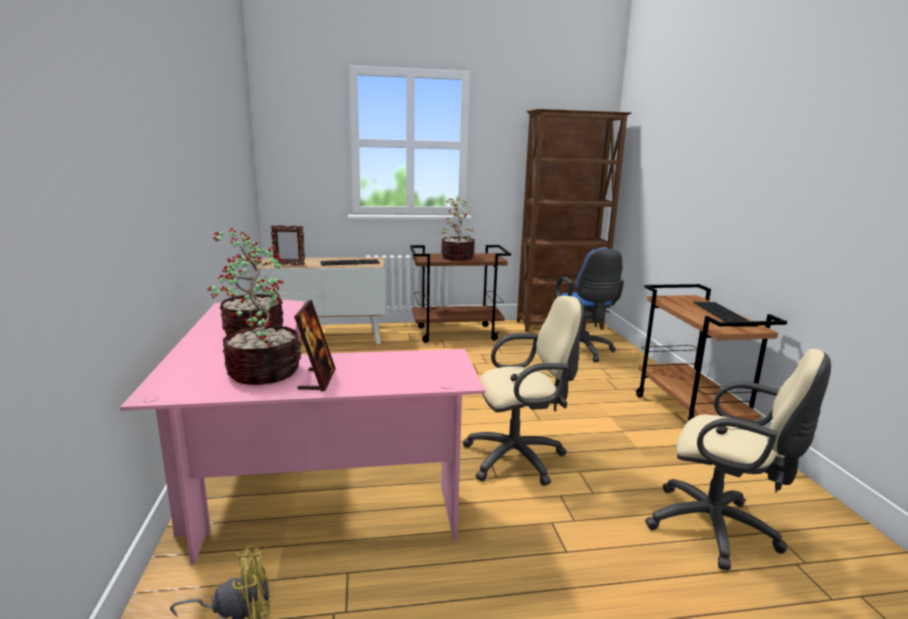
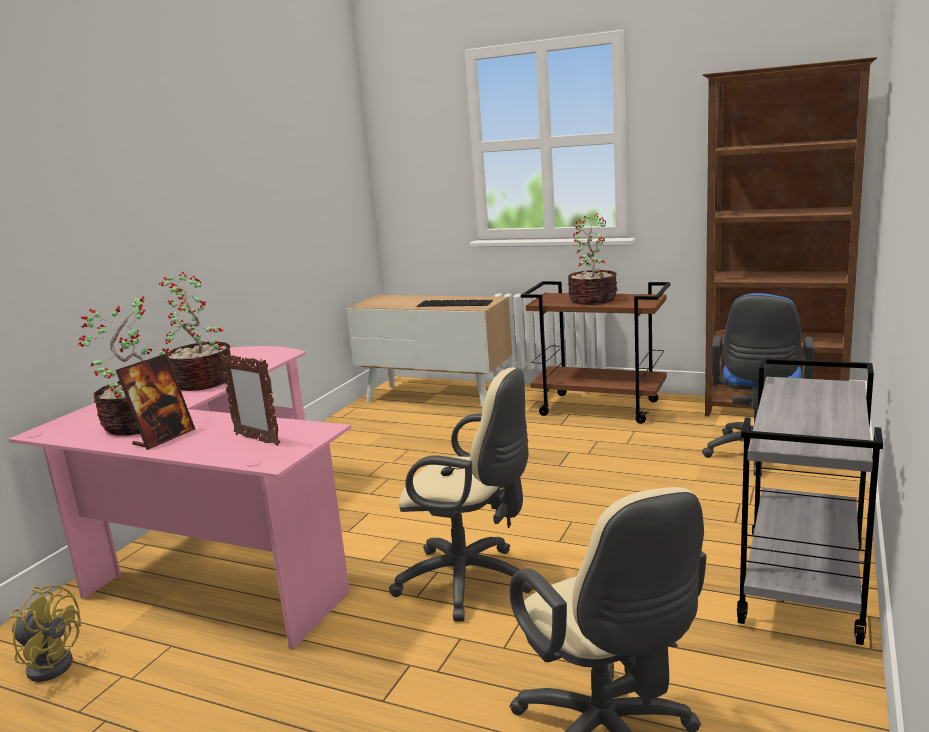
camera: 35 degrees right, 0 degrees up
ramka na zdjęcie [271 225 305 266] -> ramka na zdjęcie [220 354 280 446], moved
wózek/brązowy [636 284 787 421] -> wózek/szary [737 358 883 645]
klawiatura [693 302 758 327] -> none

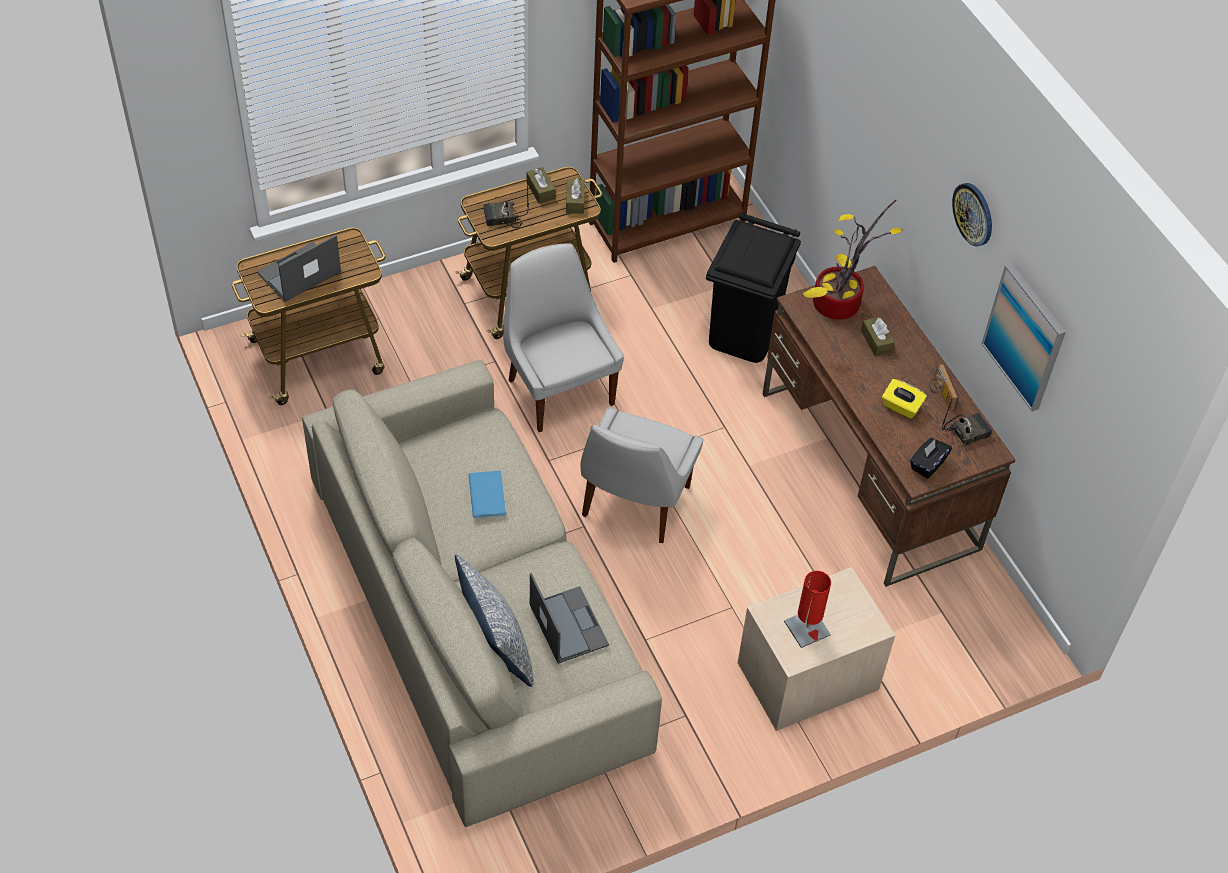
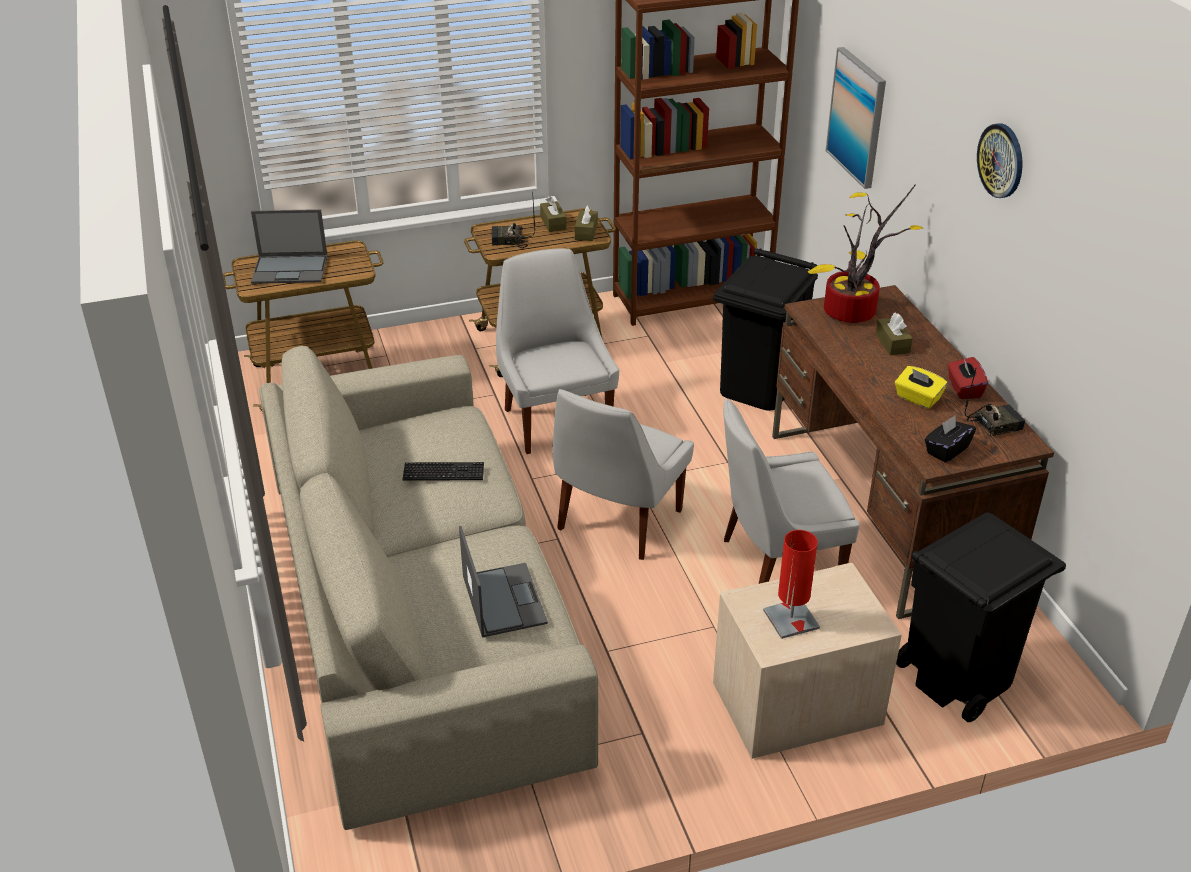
camera: 10 degrees right, 15 degrees down
laptop [257 235 341 302] -> laptop [251 209 328 284], 150 degrees counterclockwise
książka/niebieski [468 471 506 518] -> klawiatura [403 462 484 481]
none -> krzesło/biały [723 399 860 584]
obraz [982 263 1066 412] -> obraz [825 47 886 189], moved
none -> kosz na śmieci/czarny [896 513 1066 722]
radio [929 364 959 410] -> pudełko chusteczek/czerwony [947 357 988 399]
poduszka [455 554 534 687] -> none

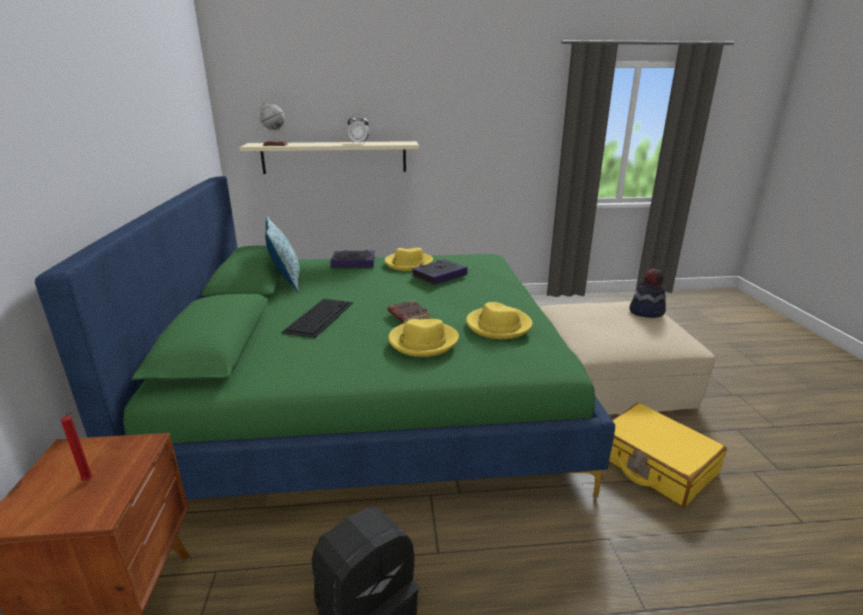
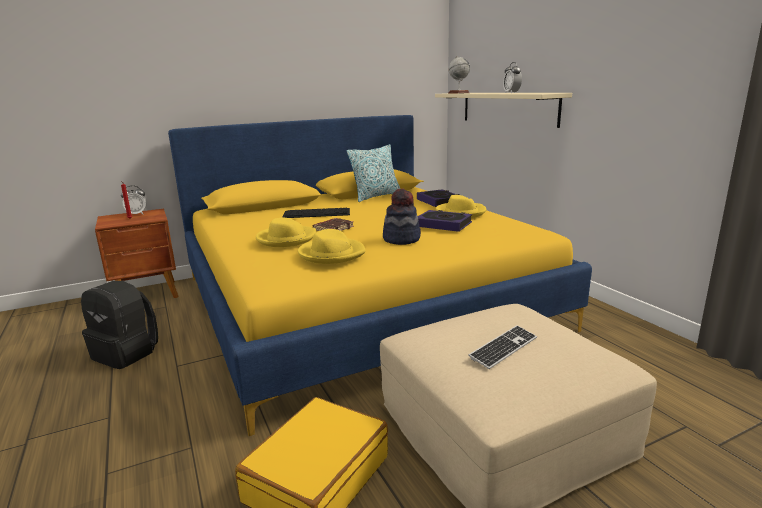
camera: 70 degrees right, 5 degrees down
none -> budzik [121 186 147 214]
łóżko/zielony [35 176 615 499] -> łóżko/żółty [168 115 592 436]
kapelusz [630 269 666 318] -> kapelusz [383 188 421 245], moved
none -> klawiatura [468 325 537 369]

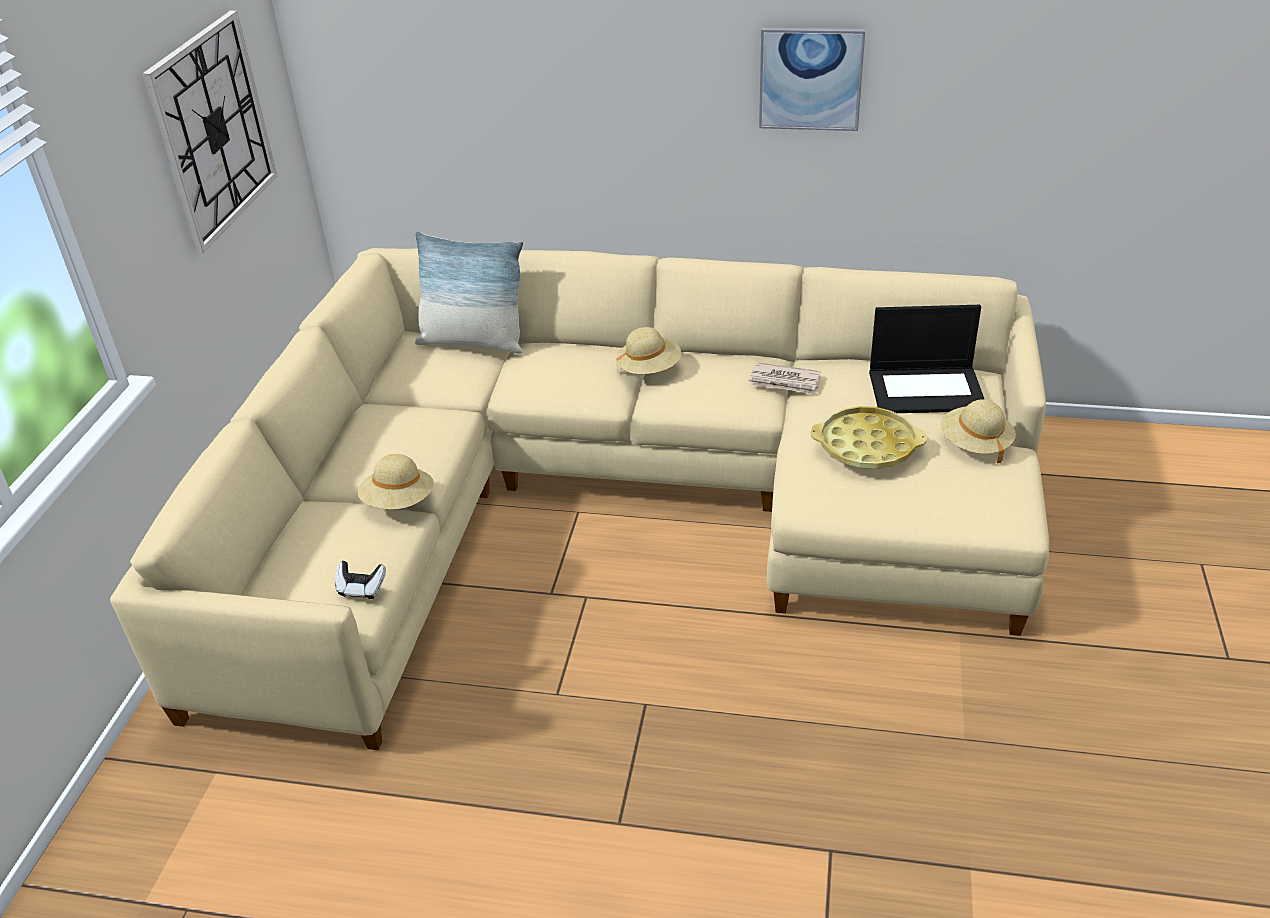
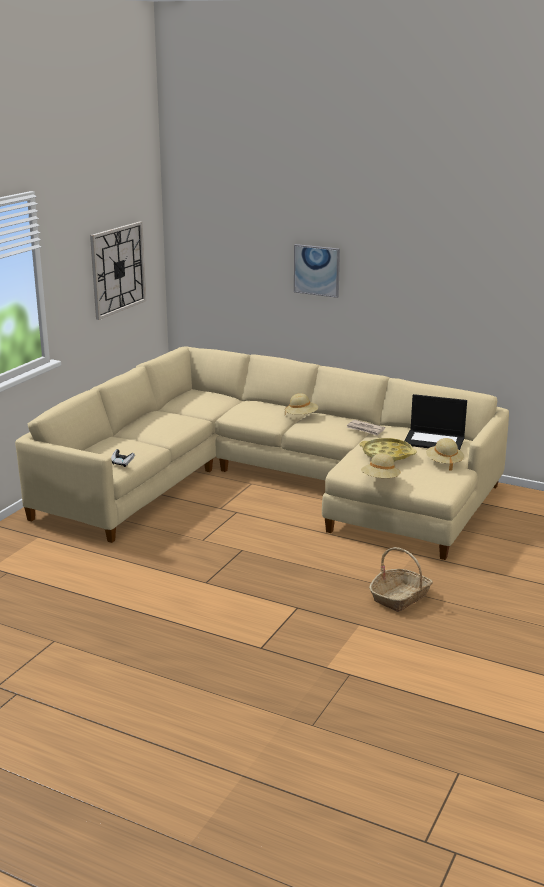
camera: 15 degrees right, 15 degrees down
obraz [759 28 865 131] -> obraz [294 244 340 298], moved
kapelusz/beżowy [358 454 434 509] -> kapelusz/beżowy [361 453 401 478], moved
none -> koszyk [369 547 433 612]
poduszka [415 231 523 354] -> none

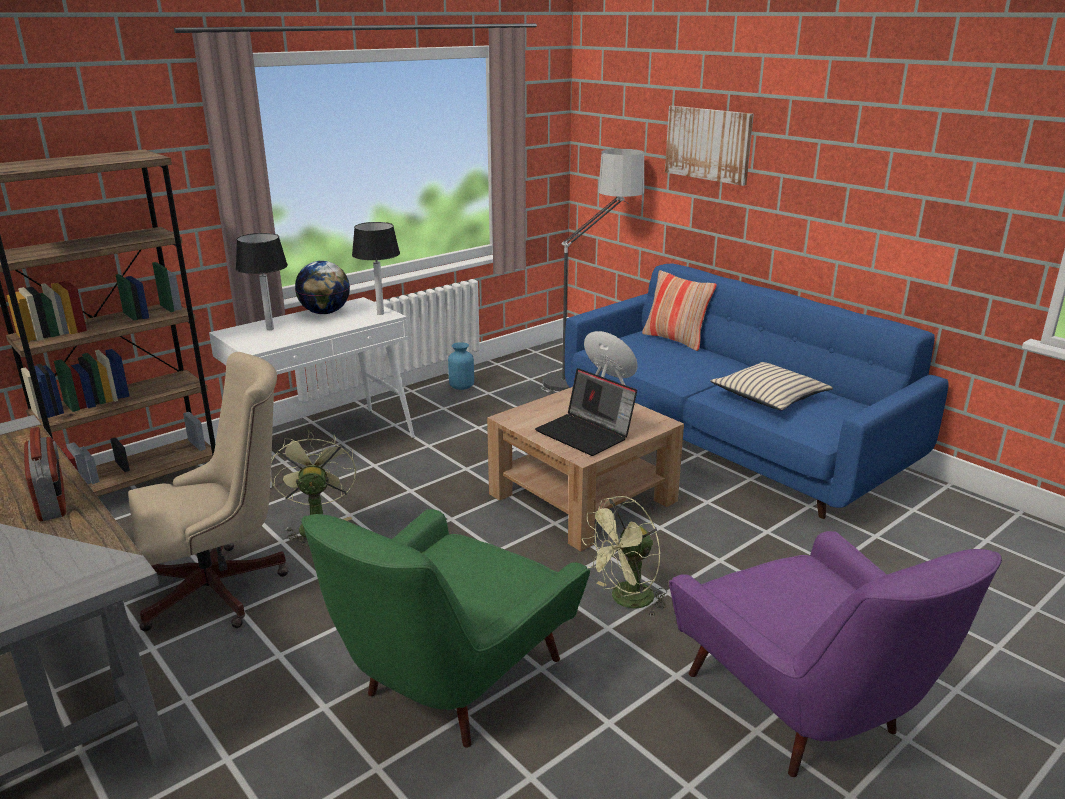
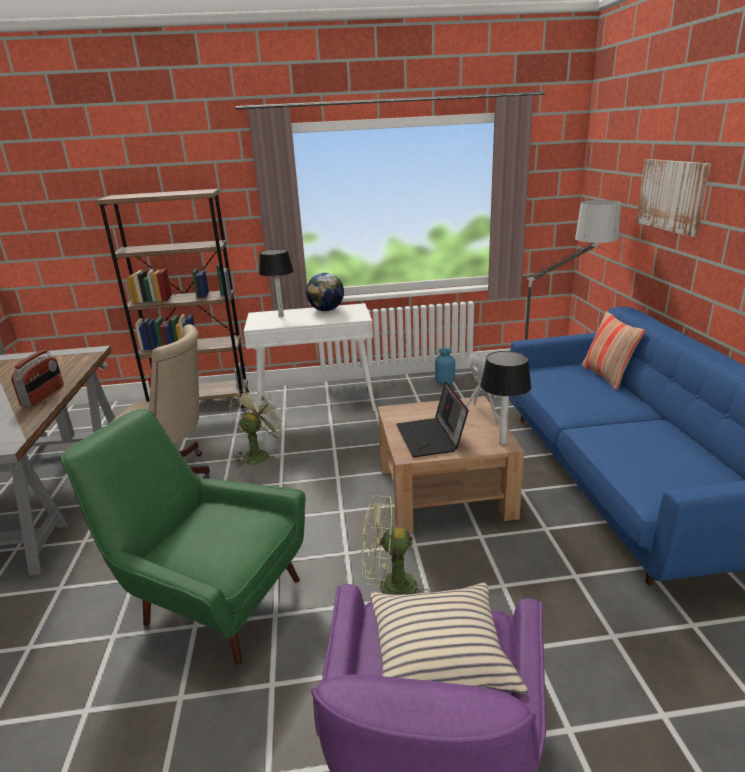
camera: 35 degrees right, 0 degrees up
fotel/zielony [301 509 590 748] -> fotel/zielony [60 409 306 665], 45 degrees clockwise
poduszka/beżowy [710 362 833 410] -> poduszka/beżowy [370 582 528 695], moved
lampa stołowa [352 222 400 315] -> lampa stołowa [480 351 532 445], moved

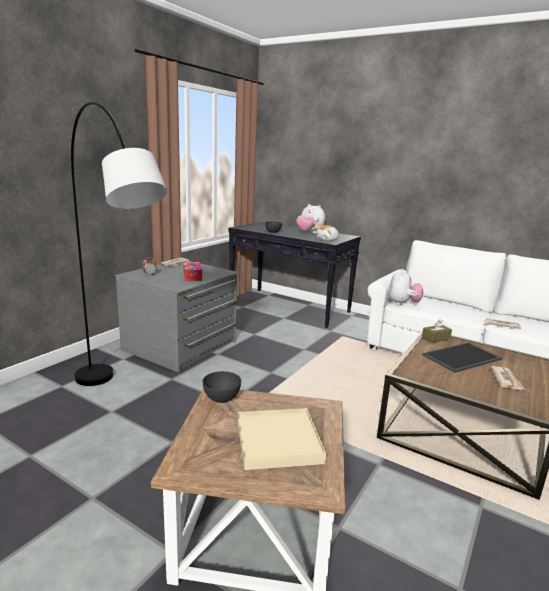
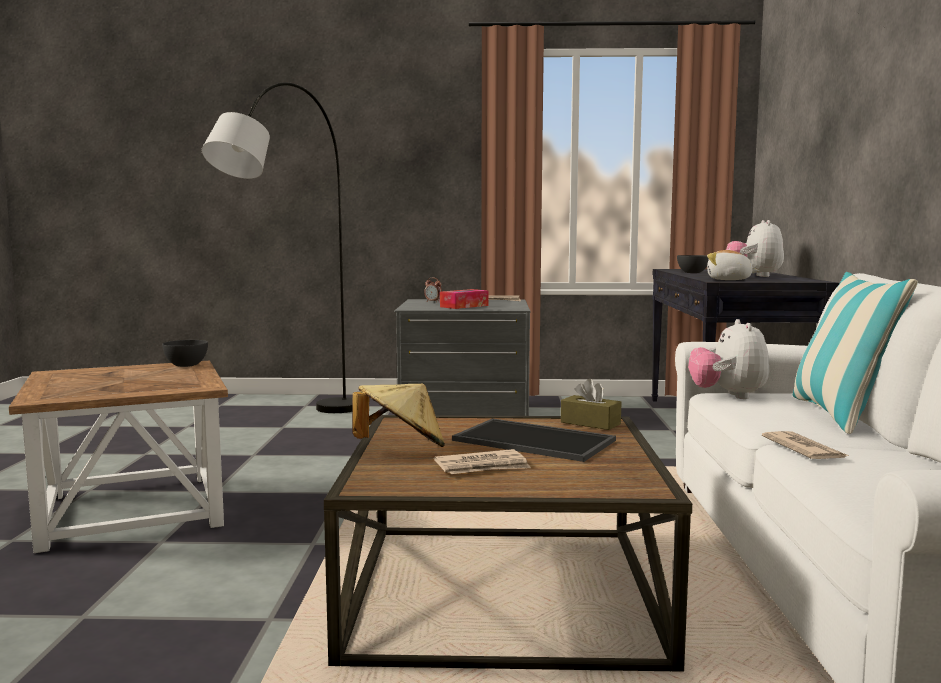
camera: 60 degrees right, 10 degrees down
none -> kapelusz/beżowy [352 384 445 447]
pluszak [388 269 423 305] -> pluszak [688 319 769 399], 105 degrees clockwise
none -> poduszka [793 272 918 434]
taca/beżowy [237 408 326 470] -> none

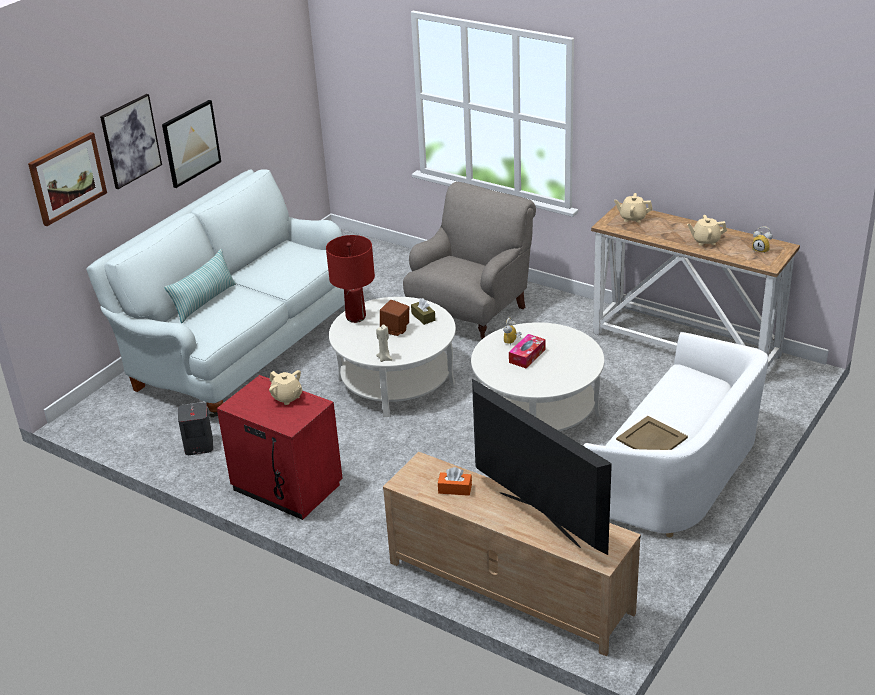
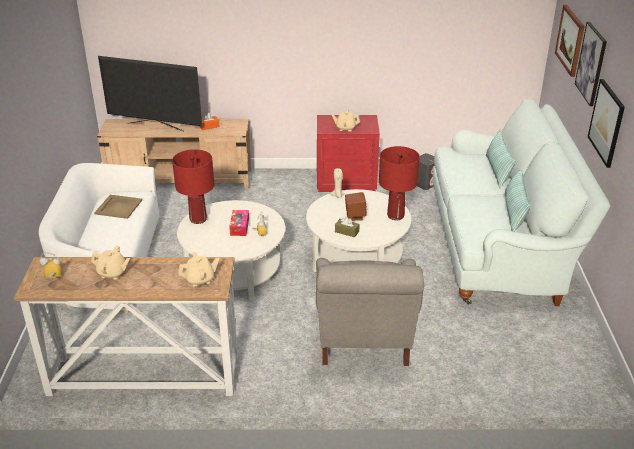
camera: 145 degrees right, 0 degrees up
imbryk/beżowy [687 215 727 245] -> imbryk/beżowy [91 246 130 280], 45 degrees clockwise
none -> lampa stołowa/czerwony [172 149 214 224]
none -> poduszka [505 168 530 232]

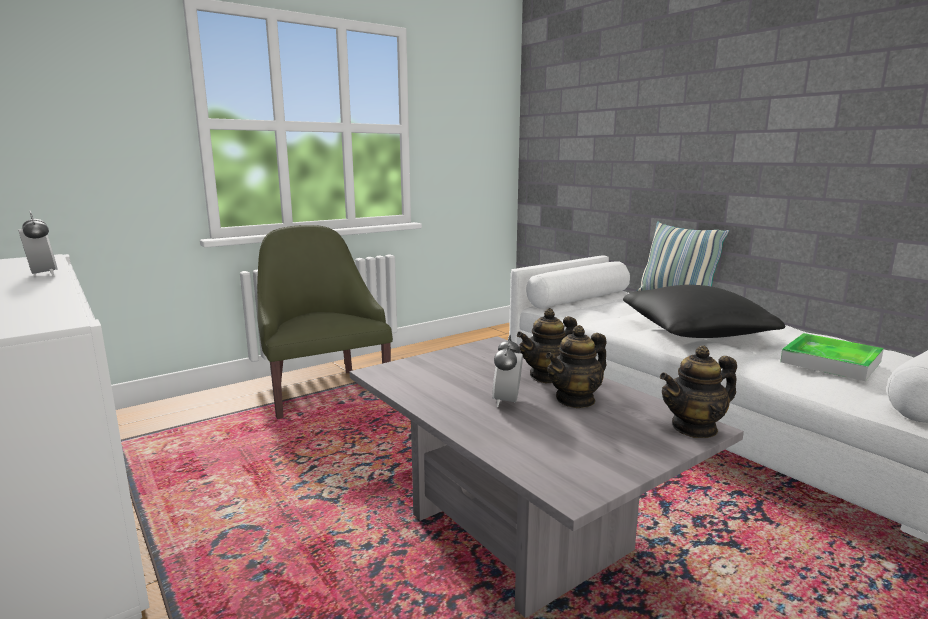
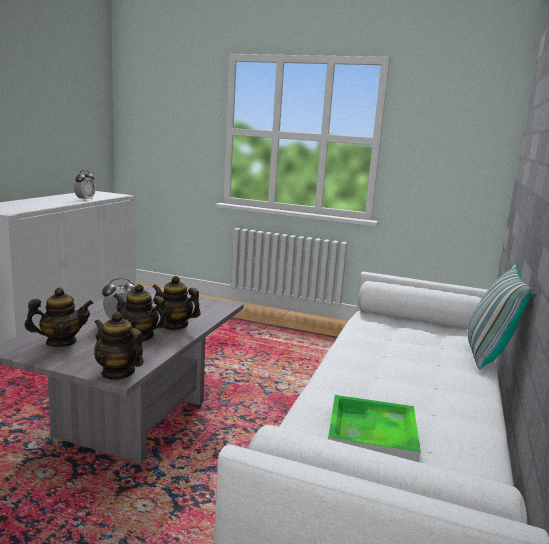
camera: 55 degrees right, 0 degrees up
none -> imbryk [25 287 93 347]
fotel/zielony [257 225 393 419] -> none
poduszka/czarny [623 285 785 338] -> none

